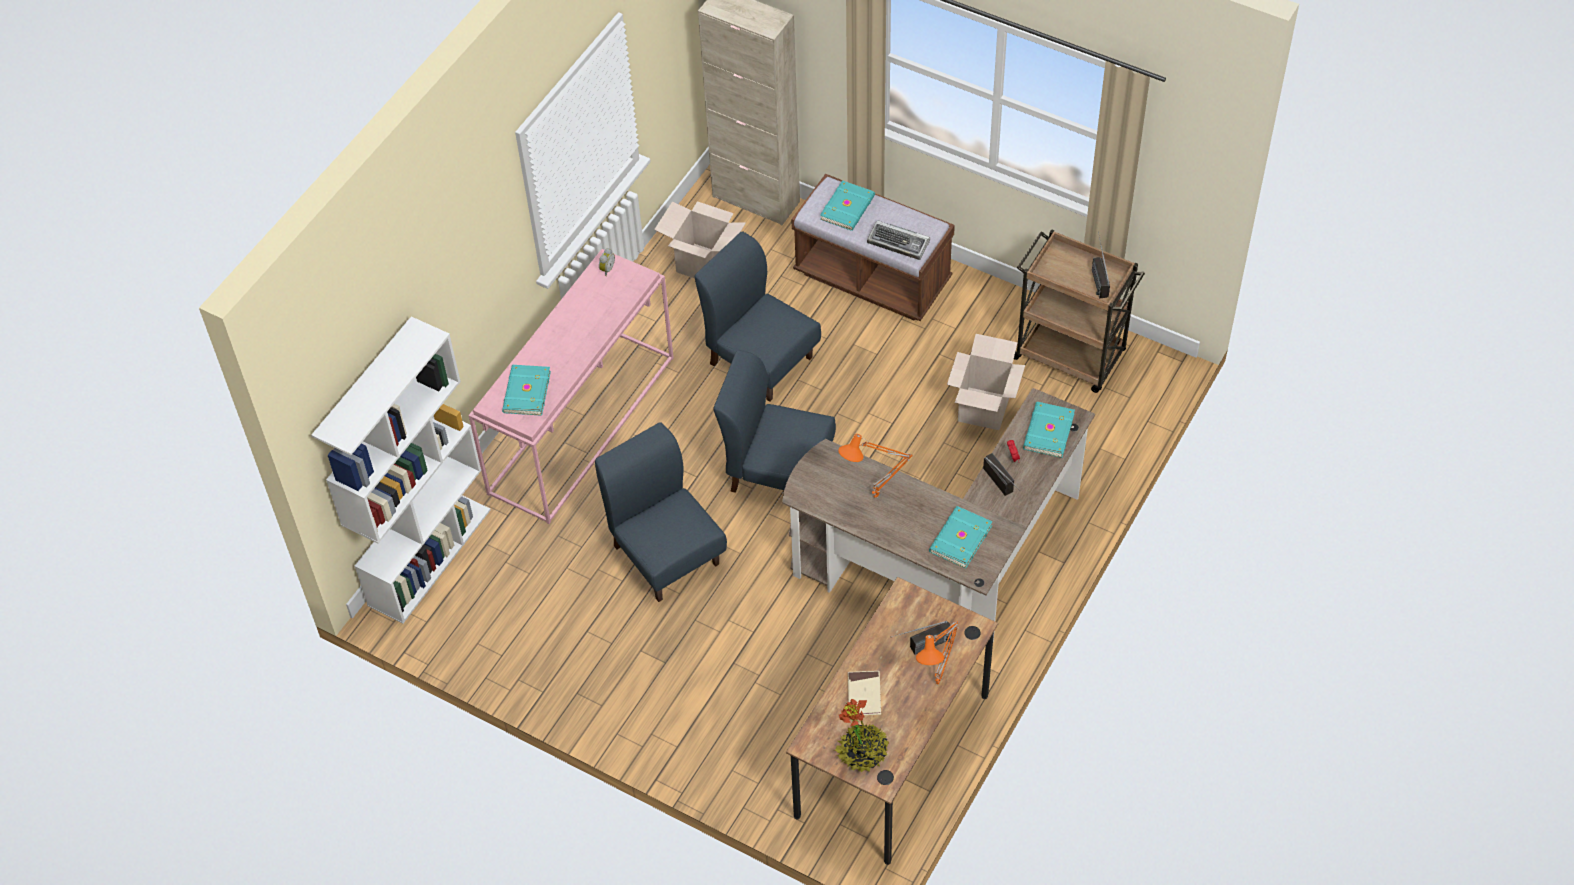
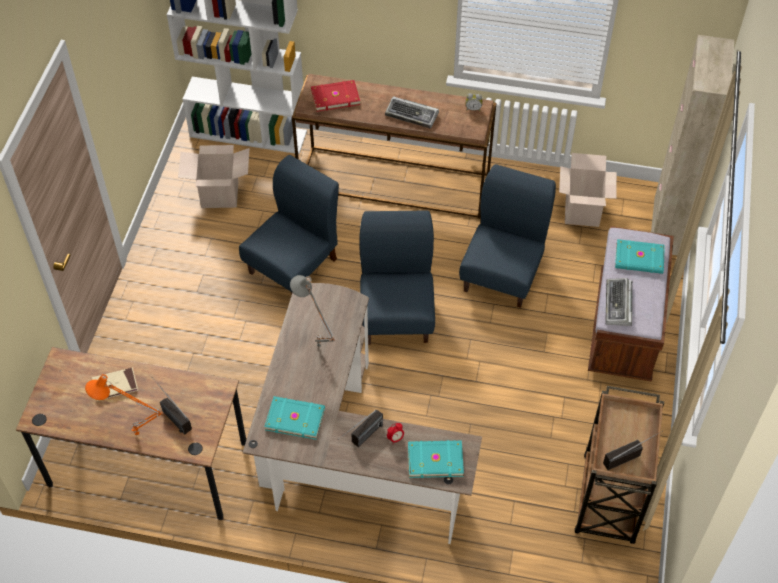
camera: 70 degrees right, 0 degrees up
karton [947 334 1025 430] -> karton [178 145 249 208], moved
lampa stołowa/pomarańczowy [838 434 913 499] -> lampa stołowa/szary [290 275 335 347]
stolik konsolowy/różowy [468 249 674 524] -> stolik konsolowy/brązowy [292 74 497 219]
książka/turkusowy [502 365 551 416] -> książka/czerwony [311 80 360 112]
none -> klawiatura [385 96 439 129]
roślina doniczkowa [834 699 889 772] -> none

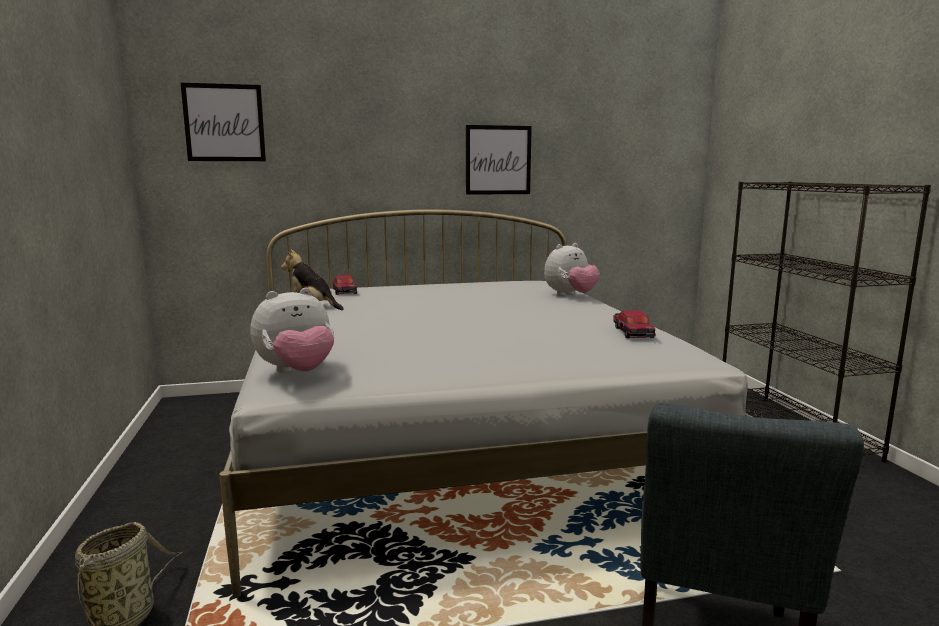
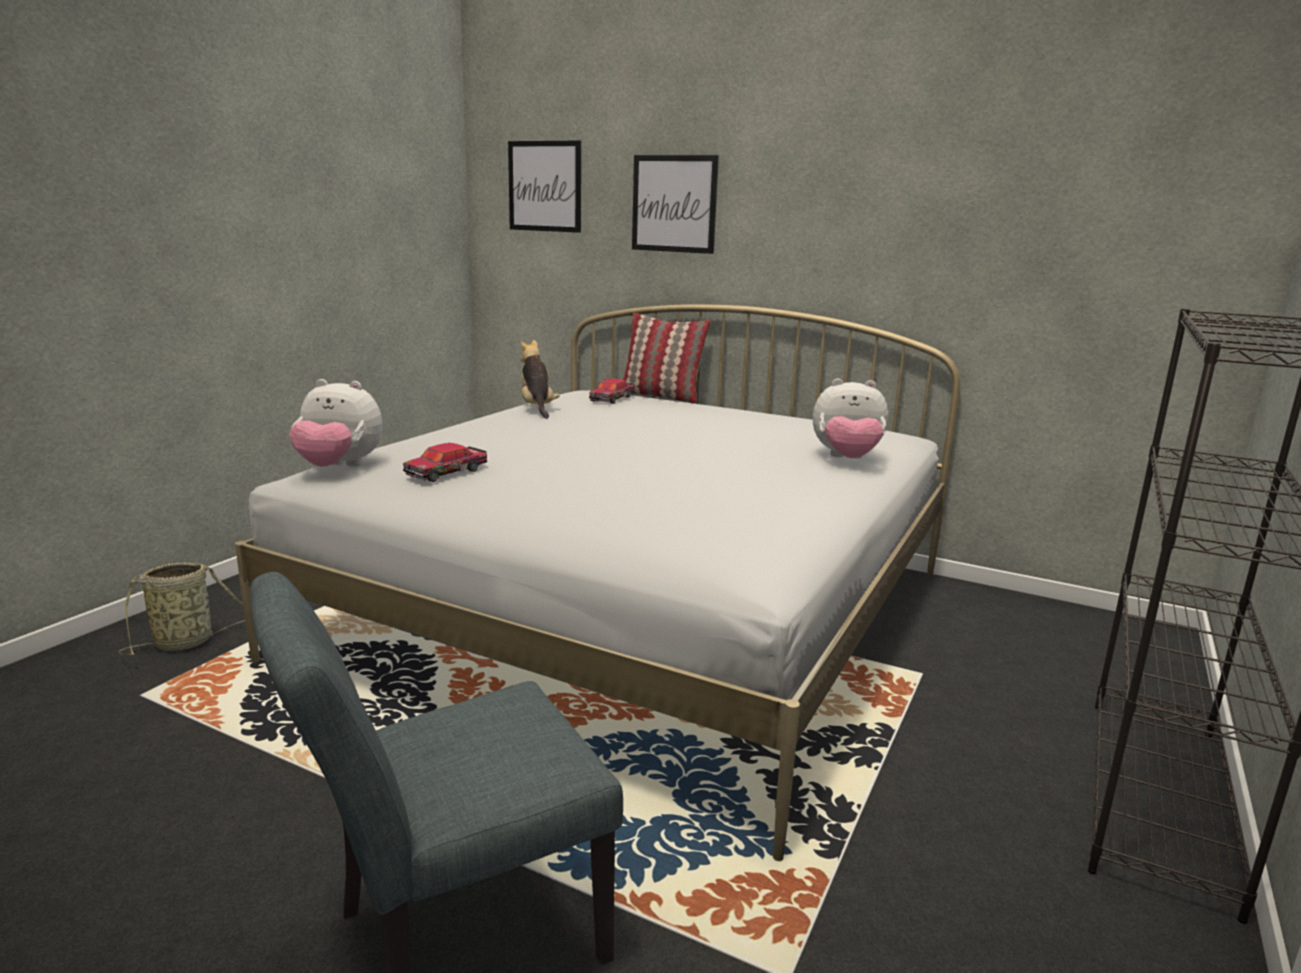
camera: 40 degrees right, 5 degrees up
samochodzik [613 310 655 338] -> samochodzik [403 443 487 482], moved
none -> poduszka [623 313 711 404]
obraz [466 125 532 195] -> obraz [632 155 719 254], moved

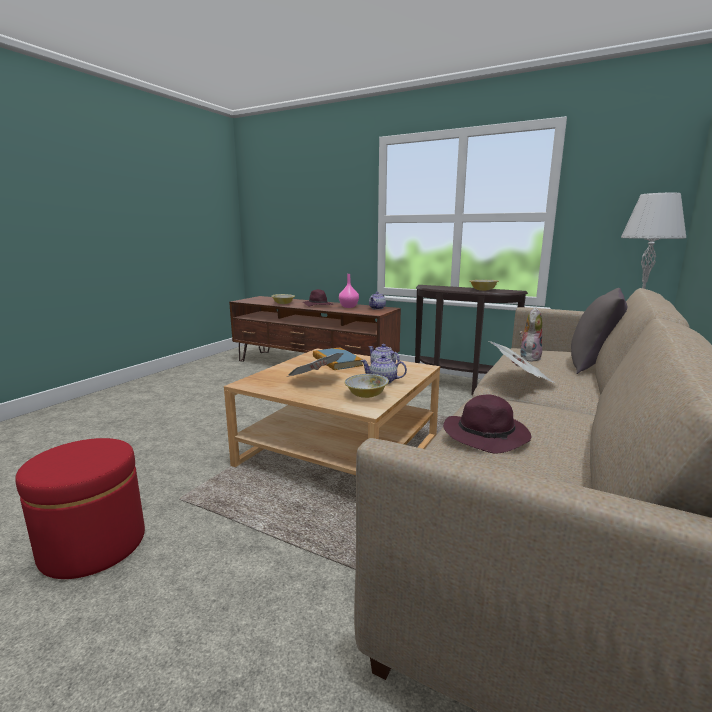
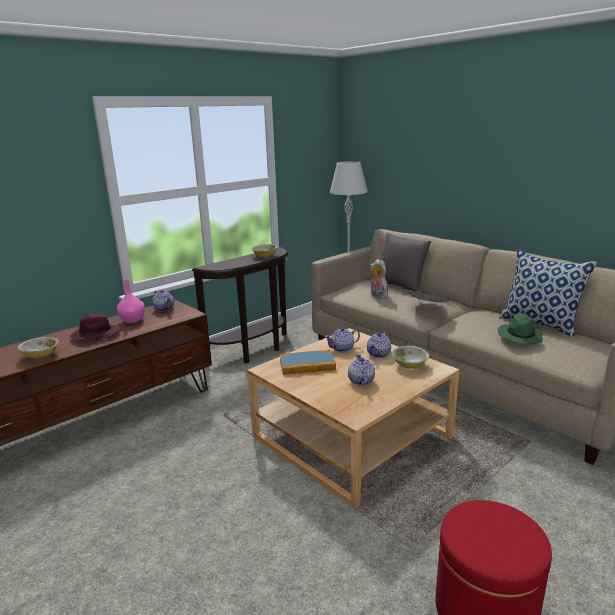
camera: 70 degrees left, 5 degrees up
gazeta [286 353 344 377] -> imbryk [348 354 375 385]
kapelusz/fioletowy [443 394 532 453] -> kapelusz/zielony [498 314 543 344]
none -> poduszka [499 249 597 338]

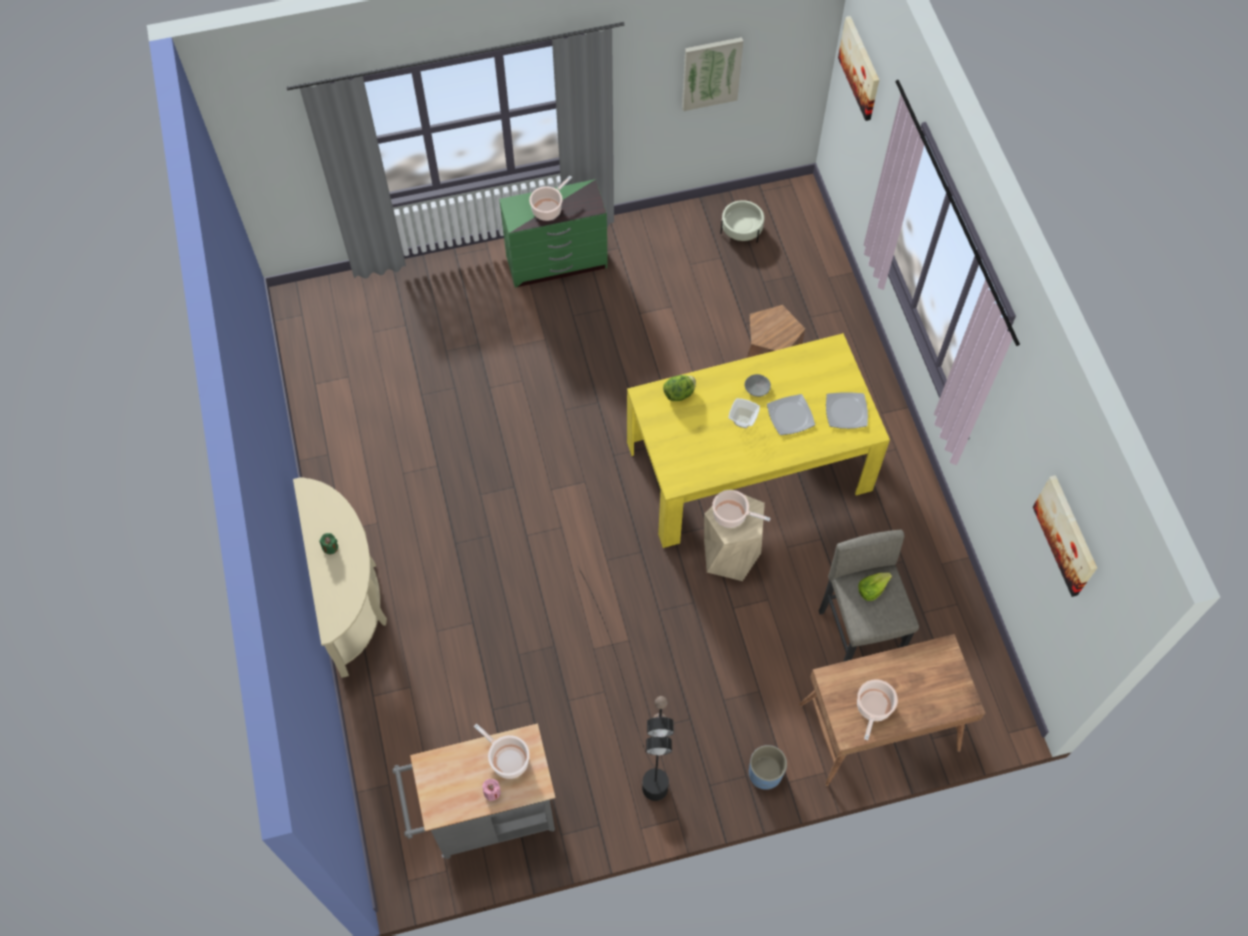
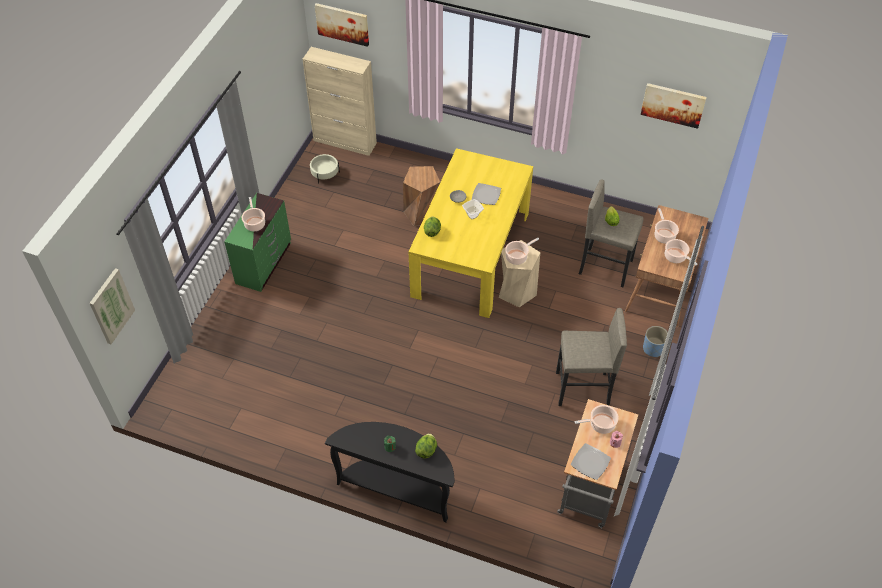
camera: 55 degrees left, 10 degrees down
obraz [682 37 743 111] -> obraz [89 268 135 344], moved
none -> szafka/beżowy [302 47 377 156]
stolik konsolowy/beżowy [293 477 387 678] -> stolik konsolowy/czarny [325 422 455 522]
none -> sałata [415 433 437 459]
lampa stojąca/czarny [577 565 674 801] -> stołek/szary [556 308 627 406]
talerz [826 392 868 429] -> talerz [571 443 611 480], moved
none -> garnek [654 208 679 244]

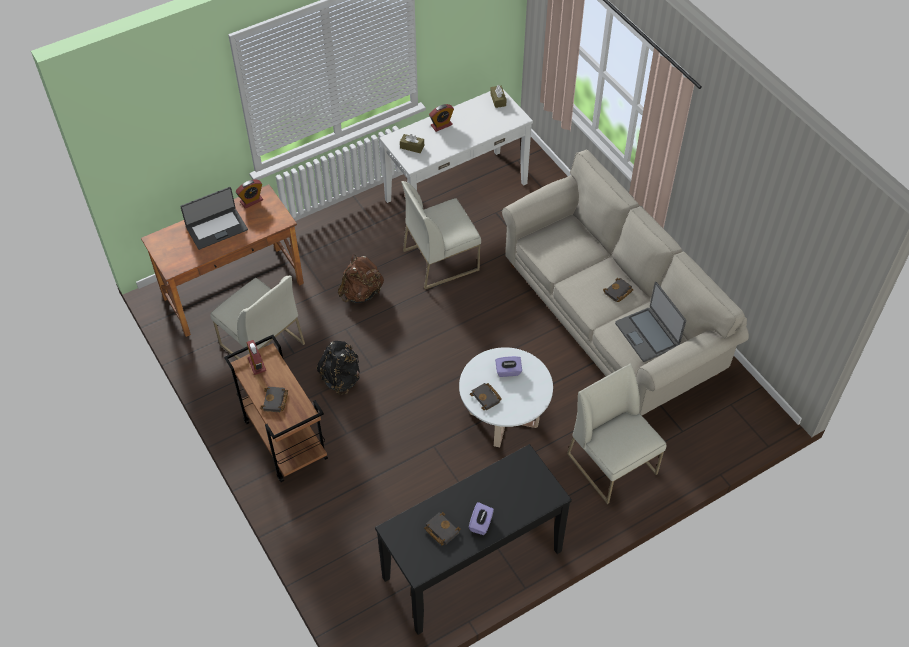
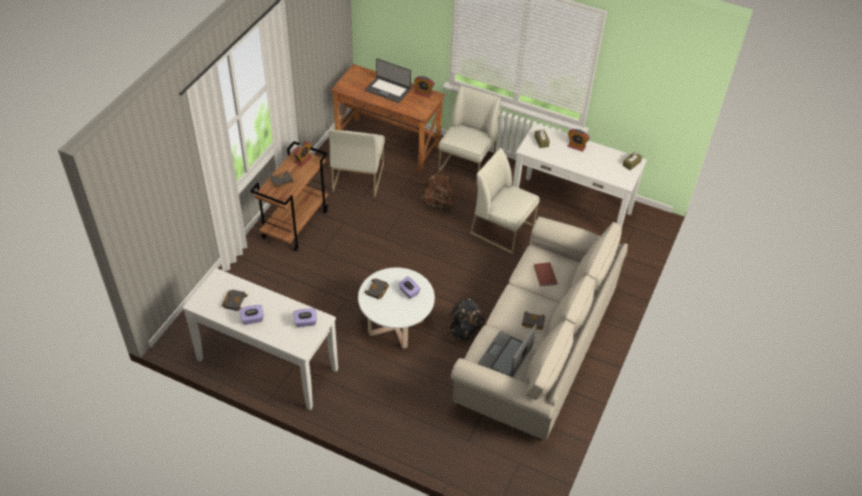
camera: 55 degrees right, 5 degrees down
stolik konsolowy/czarny [375 444 572 635] -> stolik konsolowy/biały [182 268 338 410]
none -> pudełko chusteczek/fioletowy [293 308 317 327]
krzesło/biały [567 363 666 504] -> krzesło/biały [438 85 501 186], moved
plecak/czarny [317 341 360 395] -> plecak/czarny [445 298 484 340], moved
none -> książka/brązowy [534 262 557 287]

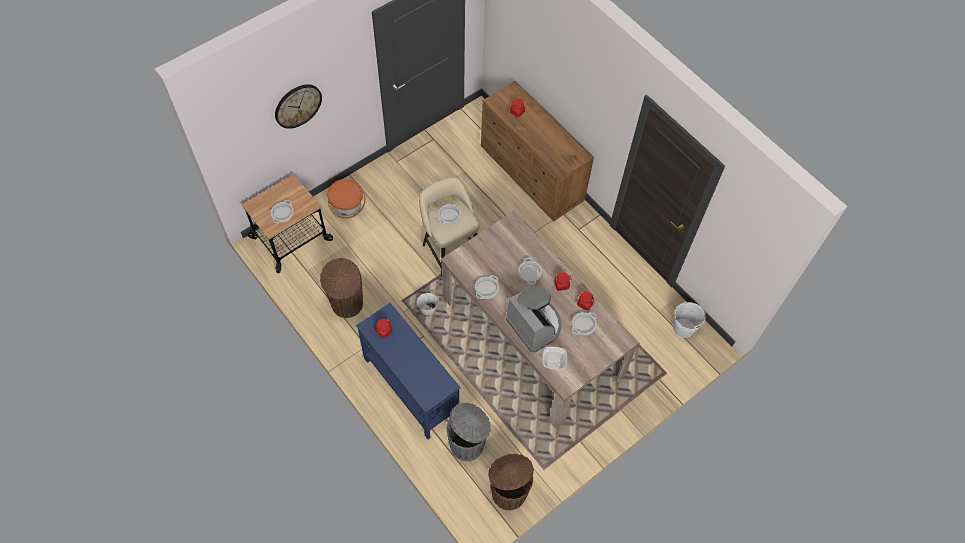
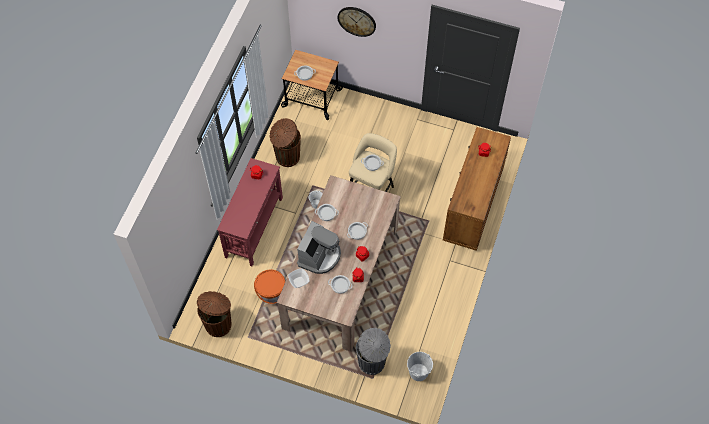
camera: 60 degrees right, 0 degrees up
stolik konsolowy/niebieski [356 303 461 439] -> stolik konsolowy/czerwony [217 158 283 266]
wiadro/pomarańczowy [327 179 366 219] -> wiadro/pomarańczowy [254 269 285 304], moved
kosz na śmieci/szary [446 402 491 461] -> kosz na śmieci/szary [356 328 391 375], moved

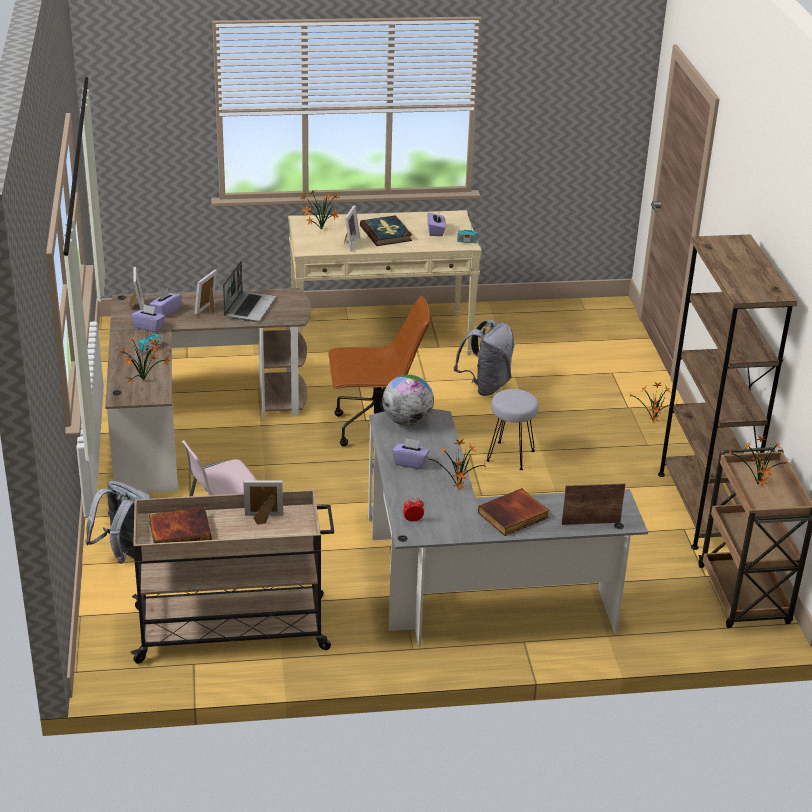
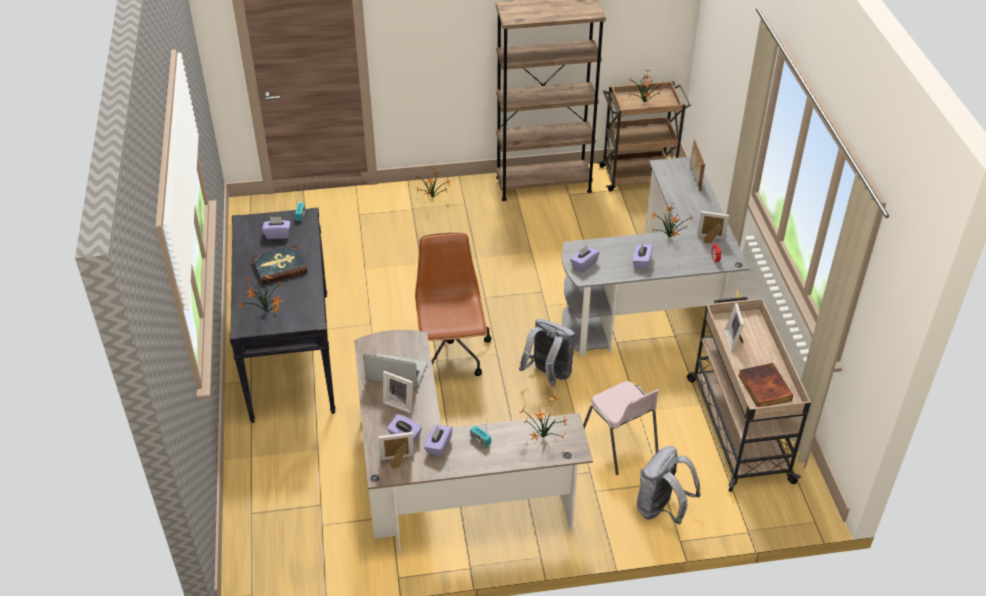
camera: 90 degrees left, 10 degrees up
stolik konsolowy/beżowy [288 210 482 355] -> stolik konsolowy/czarny [230 208 336 423]
plecak/szary [454 320 514 396] -> plecak/szary [519 319 576 386], moved
globus [382 375 434 426] -> pudełko chusteczek/fioletowy [570 246 599 272]
ramka na zdjęcie [344 205 360 251] -> ramka na zdjęcie [697 211 729 243], moved
książka [478 488 549 536] -> none
stołek/szary [486 389 538 470] -> none

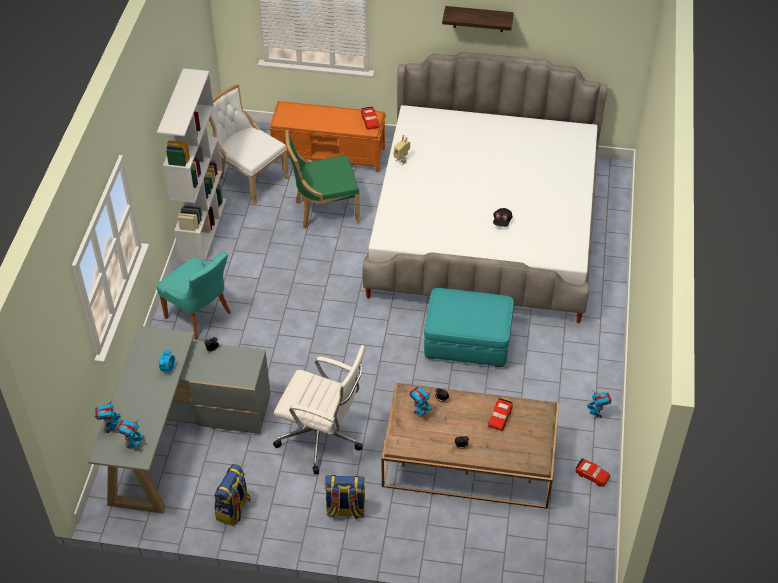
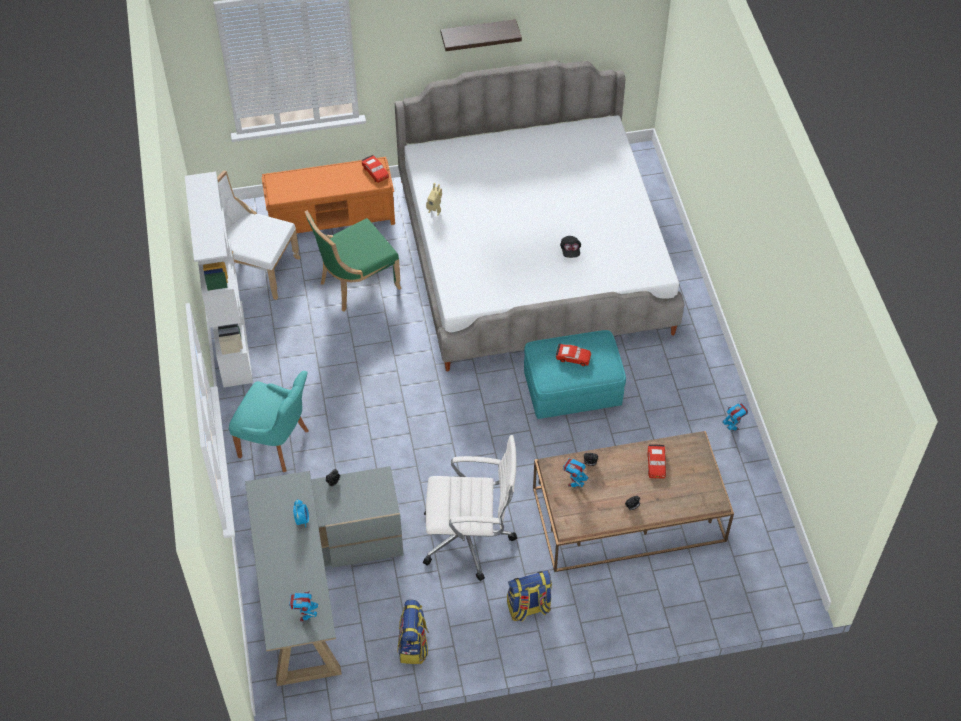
camera: 20 degrees left, 5 degrees up
samochodzik/czerwony [575 458 610 487] -> samochodzik/czerwony [556 344 591 366], moved
robot zabawkowy [95 400 120 433] -> none

